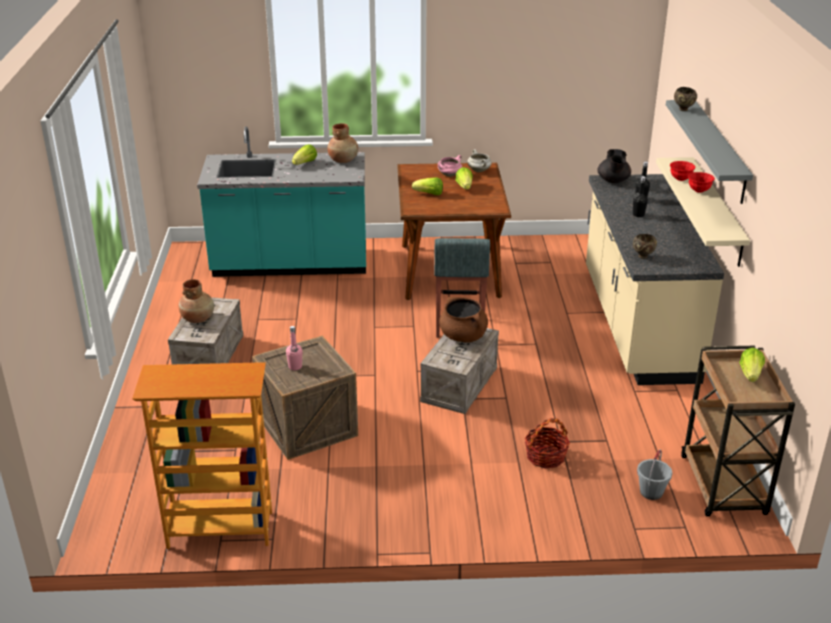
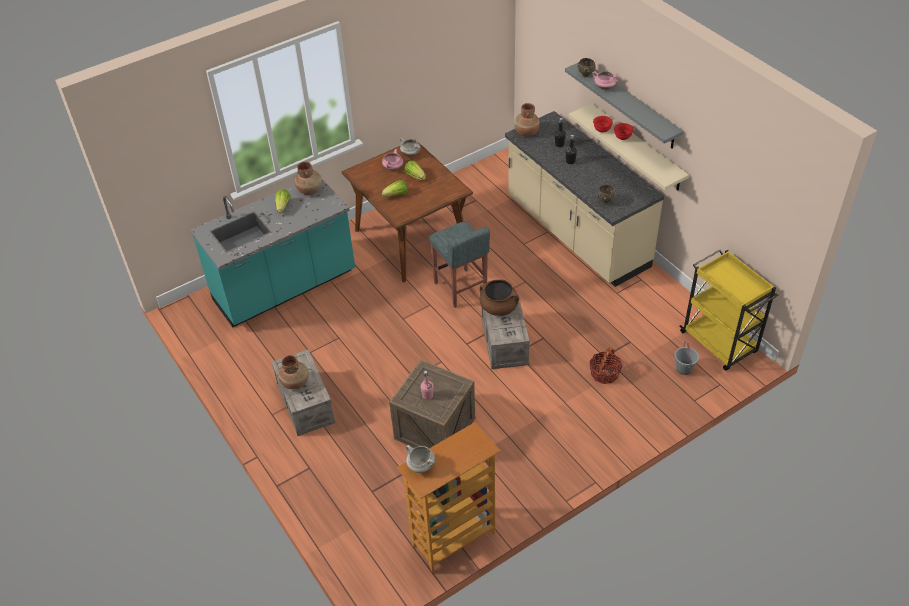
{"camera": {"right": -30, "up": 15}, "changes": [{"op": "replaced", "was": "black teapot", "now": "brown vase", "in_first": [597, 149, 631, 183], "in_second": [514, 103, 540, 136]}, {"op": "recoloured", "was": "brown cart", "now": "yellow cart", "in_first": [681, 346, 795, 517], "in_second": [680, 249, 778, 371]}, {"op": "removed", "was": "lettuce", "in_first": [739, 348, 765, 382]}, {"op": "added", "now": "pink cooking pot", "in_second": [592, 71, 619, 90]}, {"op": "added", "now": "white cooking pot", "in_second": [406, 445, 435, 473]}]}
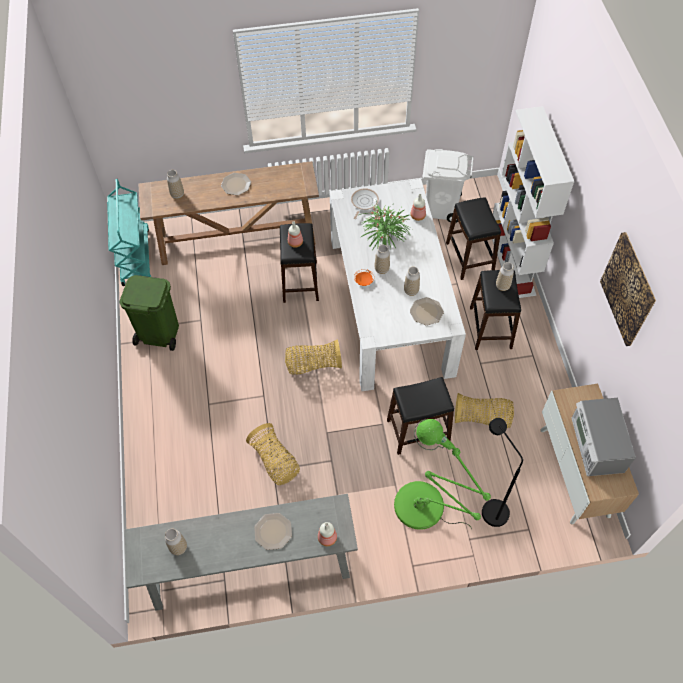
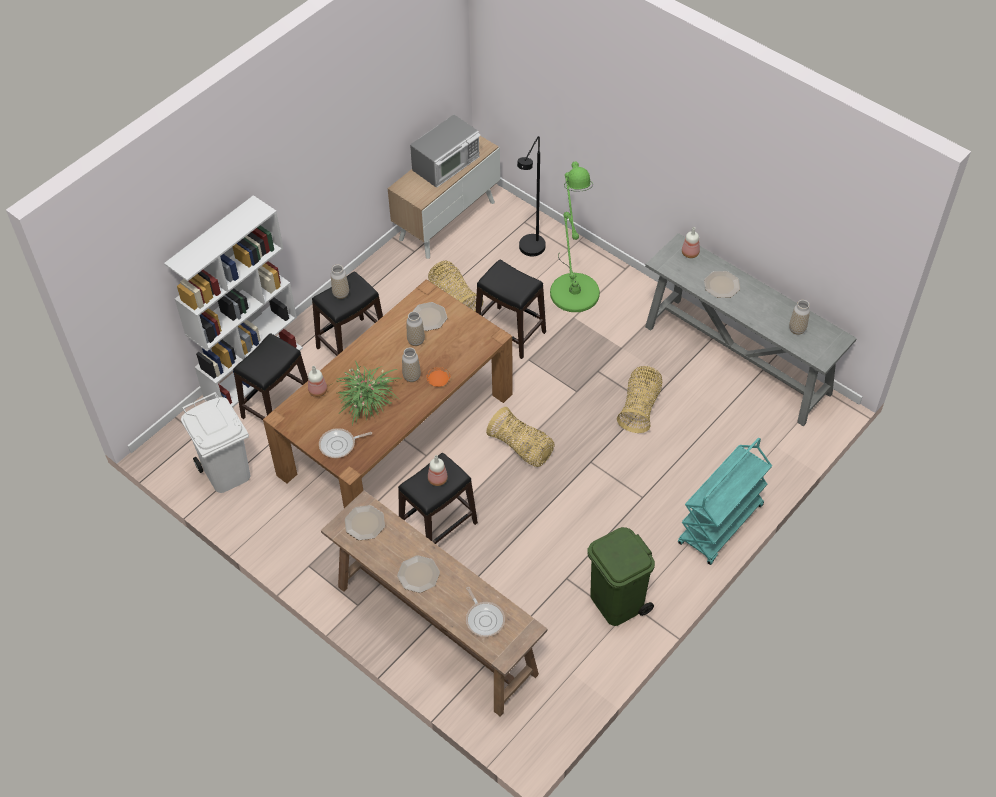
{"camera": {"right": -130, "up": -5}, "changes": [{"op": "replaced", "was": "vase", "now": "frying pan", "in_first": [167, 170, 184, 199], "in_second": [466, 587, 505, 637]}, {"op": "moved", "was": "turquoise cart", "in_first": [107, 179, 151, 286], "in_second": [678, 438, 772, 565]}, {"op": "recoloured", "was": "white dining table", "now": "brown dining table", "in_first": [330, 179, 466, 391], "in_second": [263, 279, 513, 508]}, {"op": "removed", "was": "picture", "in_first": [600, 232, 656, 346]}, {"op": "added", "now": "plate", "in_second": [345, 505, 385, 540]}]}
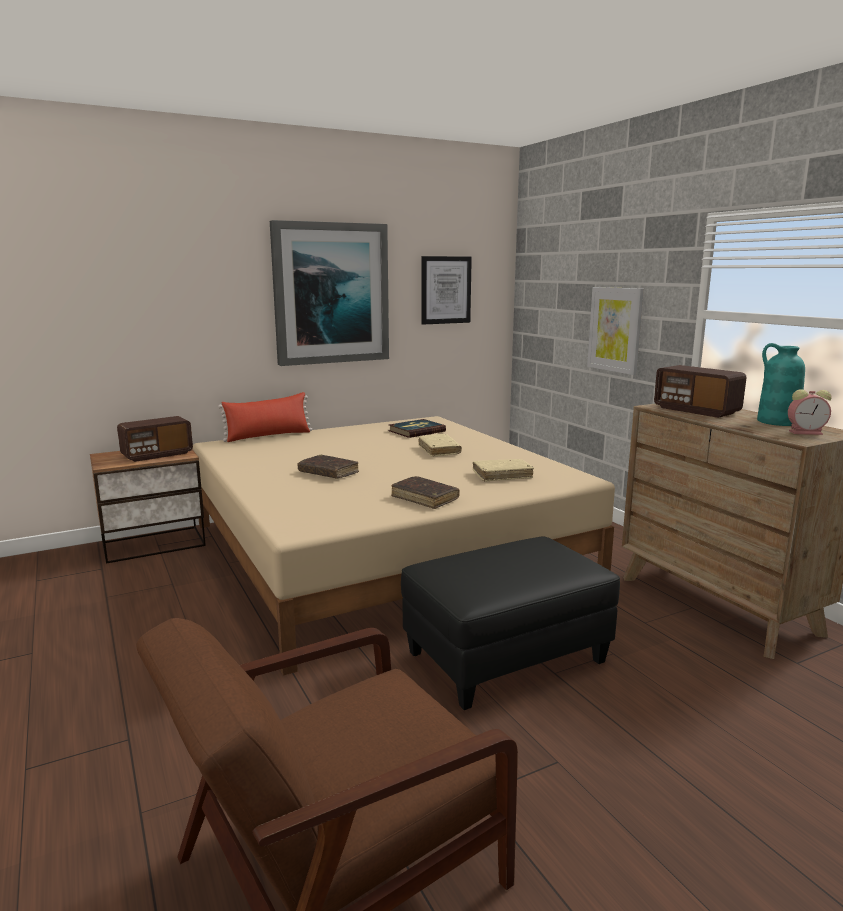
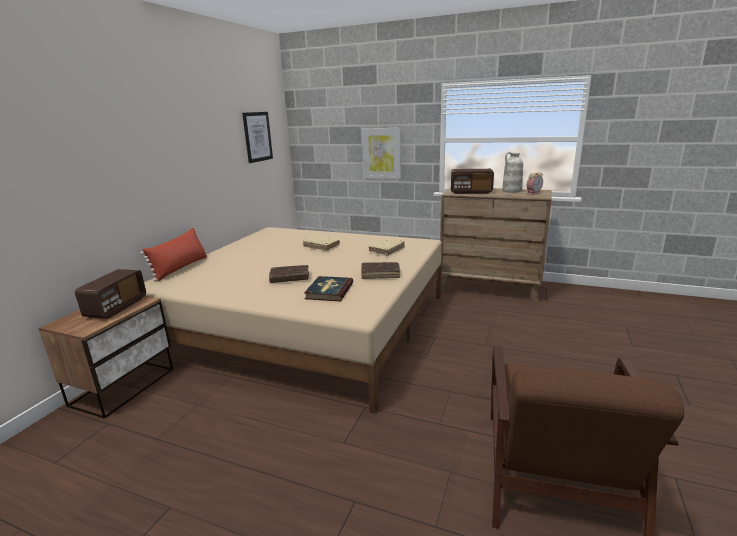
{"camera": {"right": -40, "up": 5}, "changes": [{"op": "removed", "was": "picture", "in_first": [270, 220, 389, 366]}, {"op": "recoloured", "was": "turquoise vase", "now": "white vase", "in_first": [757, 343, 805, 426], "in_second": [502, 152, 523, 193]}, {"op": "moved", "was": "book", "in_first": [388, 419, 446, 438], "in_second": [304, 276, 353, 301]}, {"op": "removed", "was": "black ottoman", "in_first": [401, 537, 620, 710]}]}
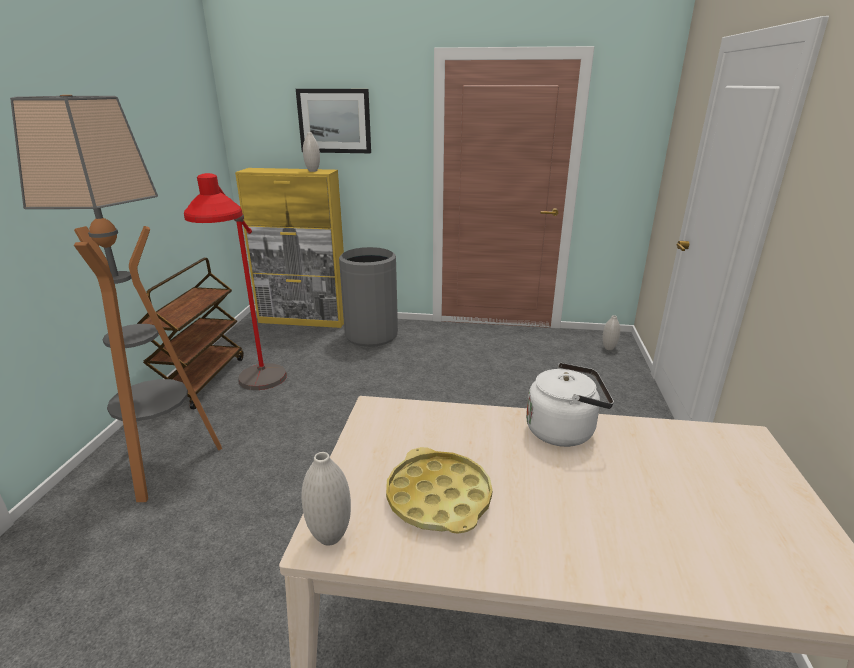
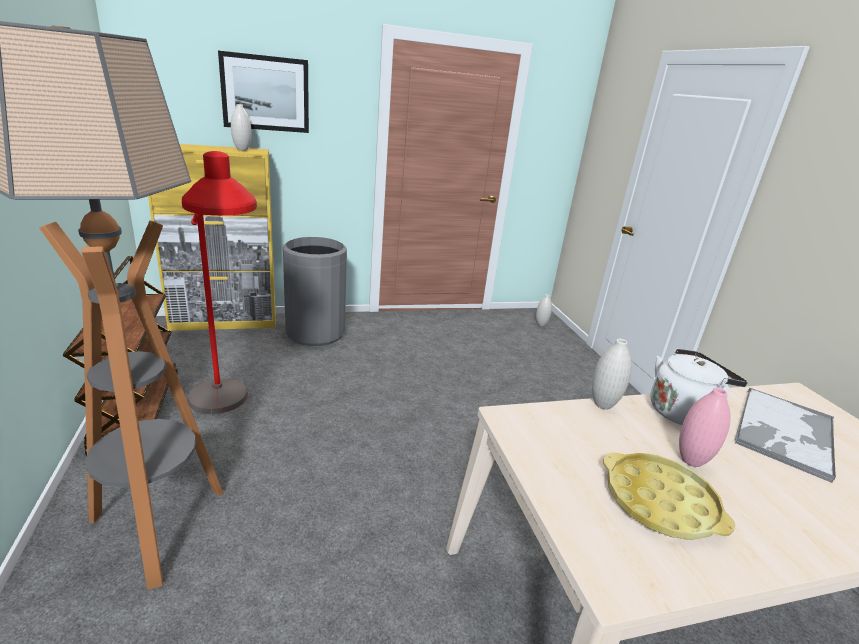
{"camera": {"right": -25, "up": 0}, "changes": [{"op": "moved", "was": "white vase", "in_first": [301, 452, 351, 546], "in_second": [592, 339, 632, 410]}, {"op": "added", "now": "pink vase", "in_second": [679, 388, 731, 467]}, {"op": "added", "now": "tray", "in_second": [735, 388, 836, 483]}]}
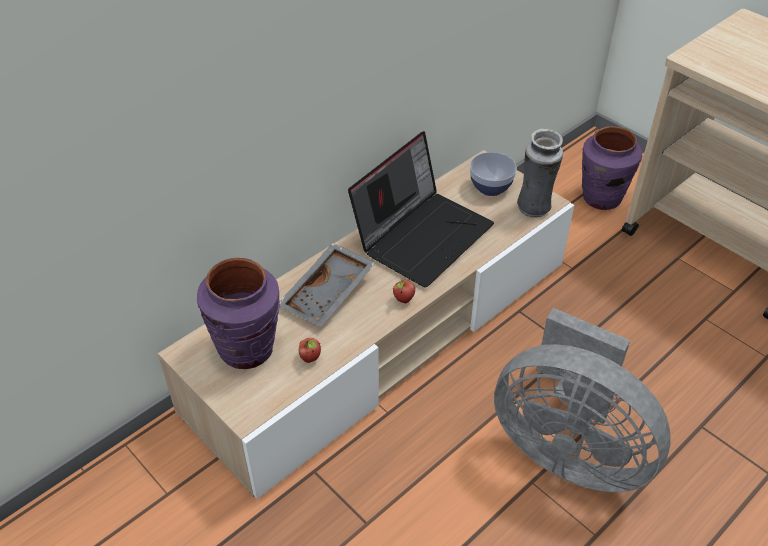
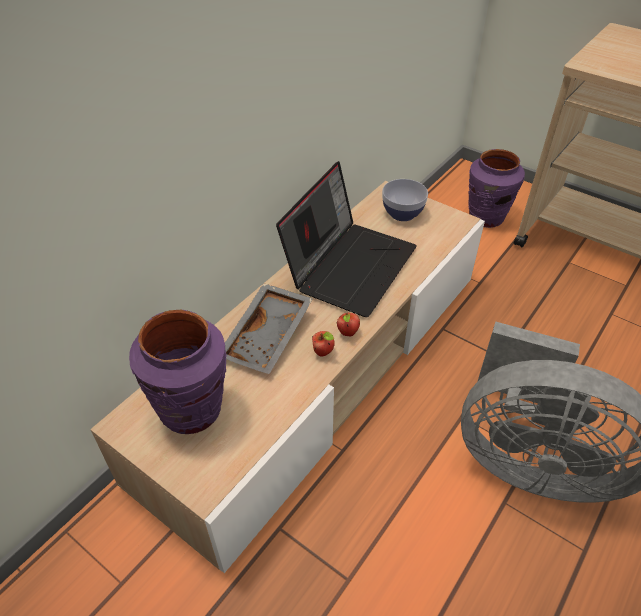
{"camera": {"right": -10, "up": 0}, "changes": [{"op": "removed", "was": "vase", "in_first": [517, 129, 563, 218]}, {"op": "moved", "was": "apple", "in_first": [299, 338, 321, 363], "in_second": [312, 331, 335, 357]}]}
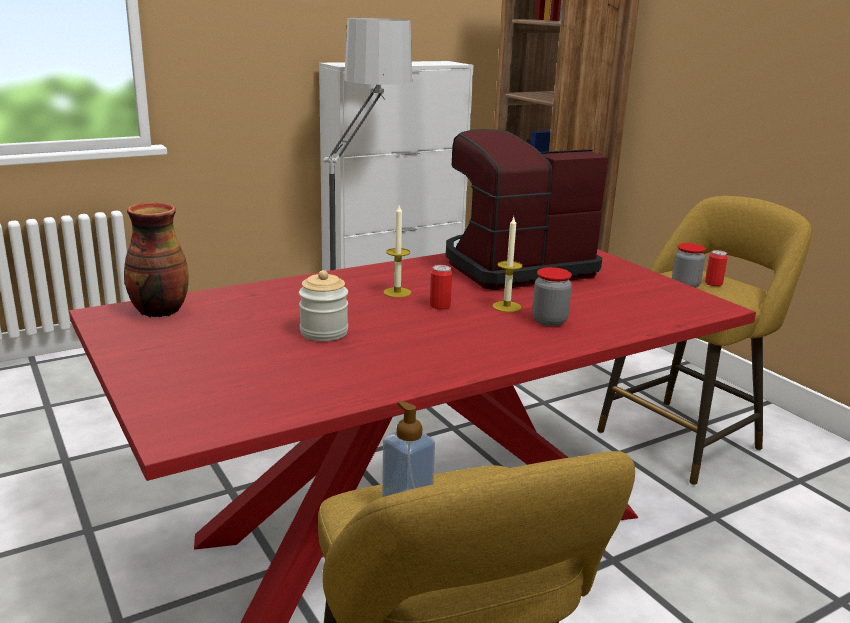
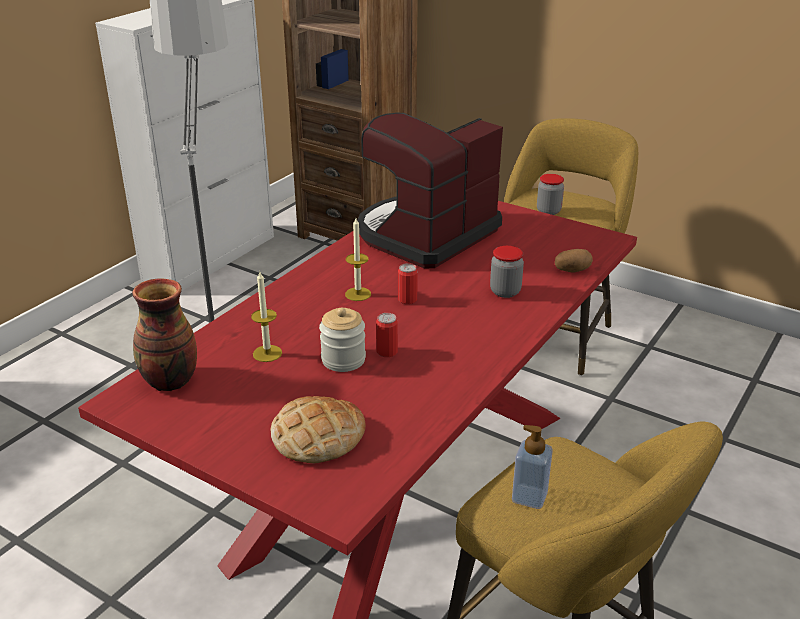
{"camera": {"right": -25, "up": 10}, "changes": [{"op": "moved", "was": "candle", "in_first": [492, 217, 523, 312], "in_second": [251, 272, 282, 362]}, {"op": "moved", "was": "can", "in_first": [705, 250, 728, 286], "in_second": [376, 313, 398, 357]}, {"op": "added", "now": "potato", "in_second": [555, 249, 593, 272]}, {"op": "added", "now": "bread", "in_second": [270, 396, 365, 463]}]}
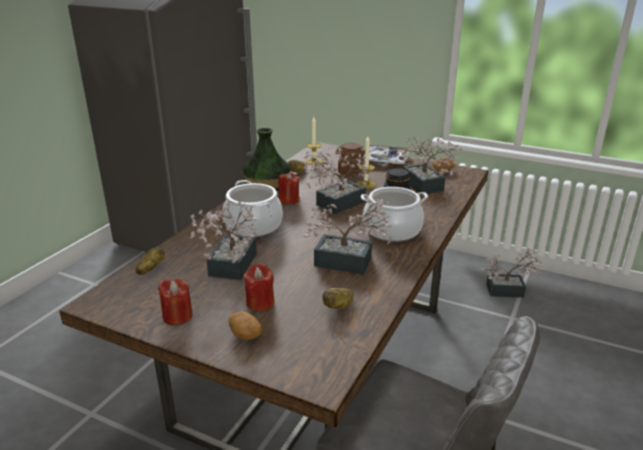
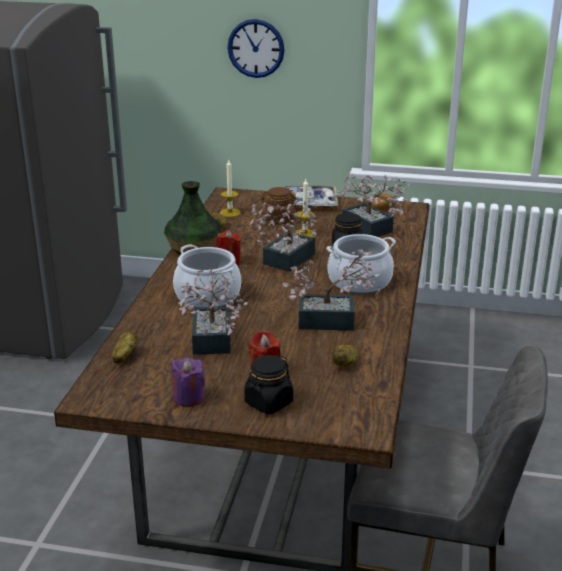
{"camera": {"right": -15, "up": 0}, "changes": [{"op": "removed", "was": "potted plant", "in_first": [481, 248, 544, 298]}, {"op": "recoloured", "was": "red candle", "now": "purple candle", "in_first": [158, 279, 193, 325], "in_second": [172, 357, 205, 406]}, {"op": "replaced", "was": "potato", "now": "black jar", "in_first": [228, 311, 263, 340], "in_second": [244, 355, 293, 414]}, {"op": "added", "now": "wall clock", "in_second": [227, 19, 285, 78]}]}
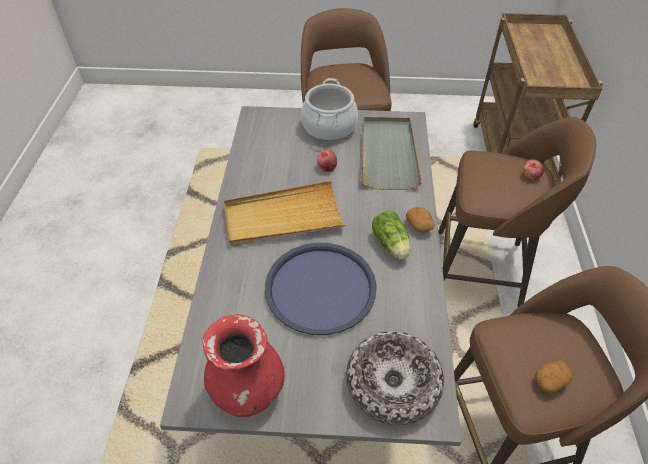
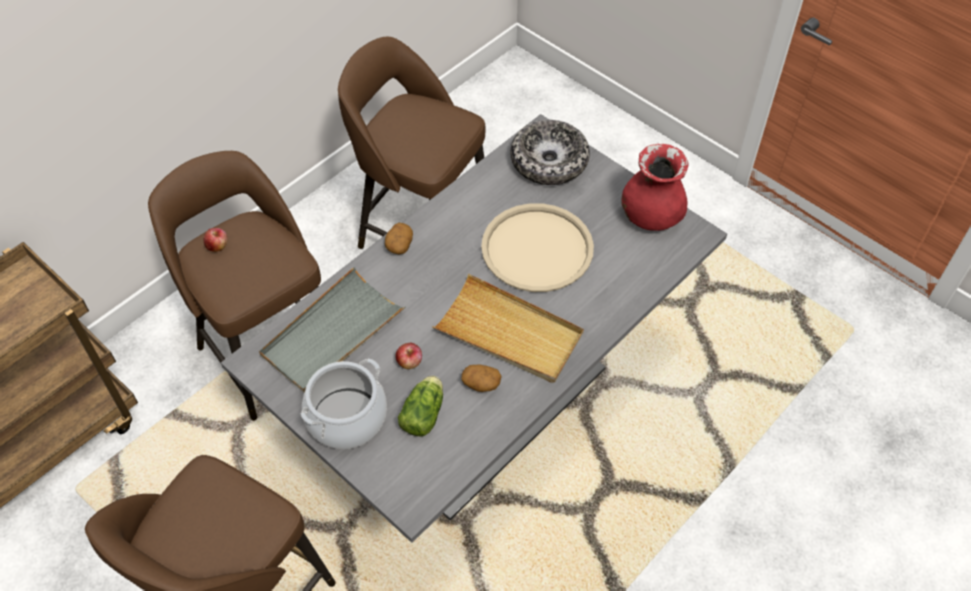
{"camera": {"right": -140, "up": 5}, "changes": [{"op": "moved", "was": "lettuce", "in_first": [372, 210, 410, 259], "in_second": [398, 376, 443, 436]}, {"op": "recoloured", "was": "blue tray", "now": "beige tray", "in_first": [265, 243, 377, 335], "in_second": [481, 203, 594, 292]}, {"op": "moved", "was": "potato", "in_first": [535, 360, 572, 394], "in_second": [461, 365, 502, 392]}]}
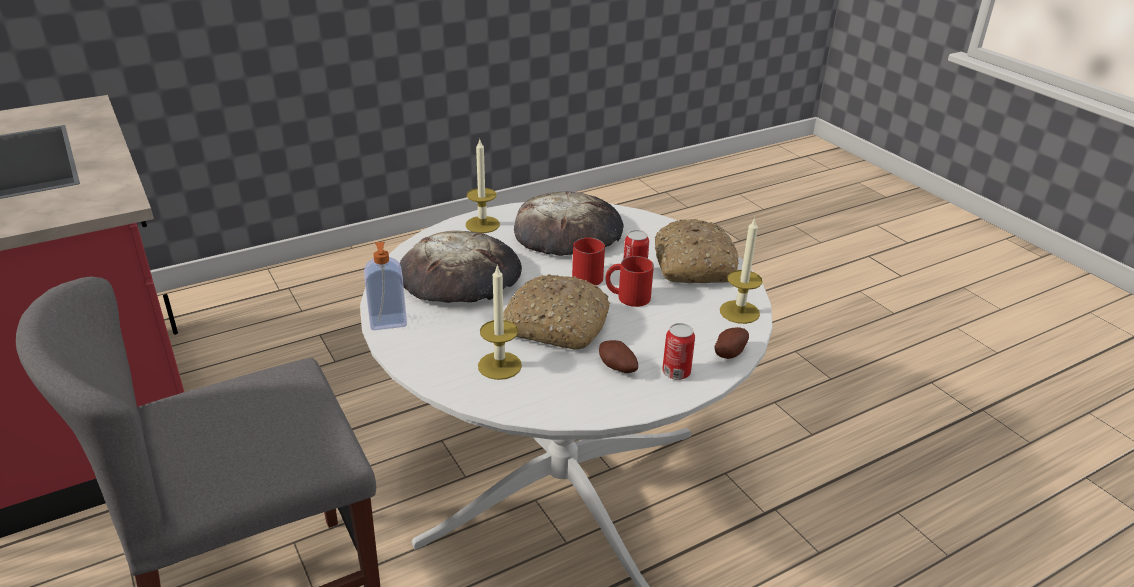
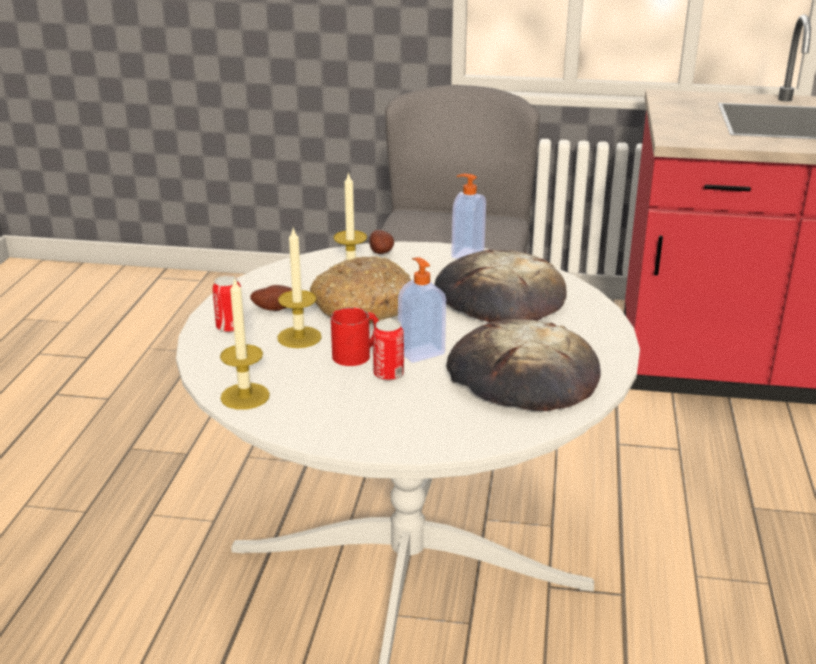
{"camera": {"right": 130, "up": -5}, "changes": [{"op": "moved", "was": "candle", "in_first": [466, 140, 500, 233], "in_second": [277, 228, 322, 348]}, {"op": "removed", "was": "bread", "in_first": [655, 219, 739, 283]}, {"op": "replaced", "was": "red mug", "now": "soap dispenser", "in_first": [572, 238, 605, 285], "in_second": [398, 257, 446, 363]}, {"op": "moved", "was": "potato", "in_first": [714, 327, 749, 359], "in_second": [369, 230, 394, 254]}]}
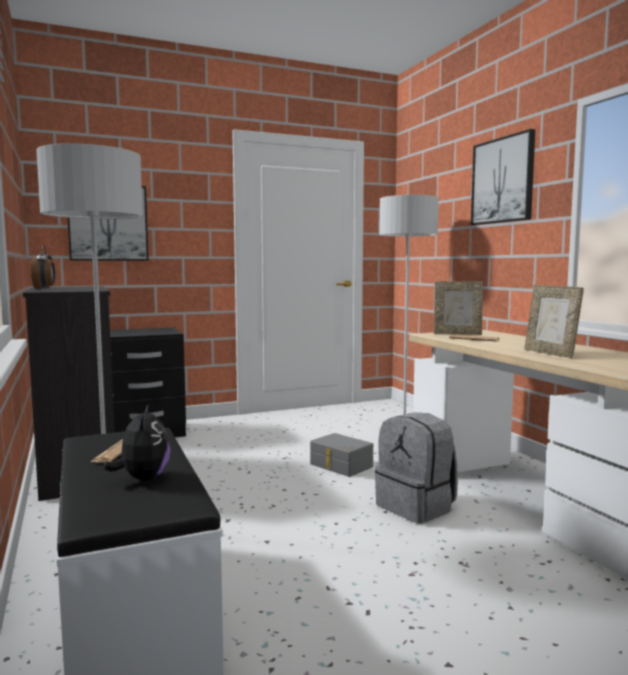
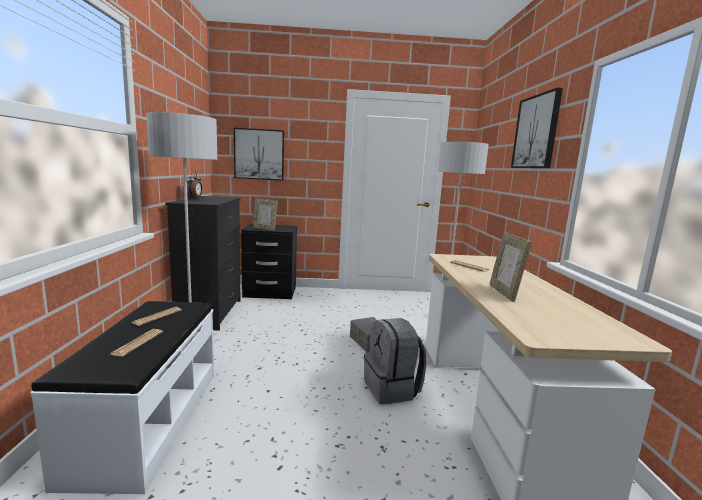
{"camera": {"right": 20, "up": 5}, "changes": [{"op": "moved", "was": "picture frame", "in_first": [434, 281, 483, 335], "in_second": [253, 198, 278, 231]}, {"op": "replaced", "was": "plush toy", "now": "newspaper", "in_first": [103, 404, 170, 481], "in_second": [111, 329, 163, 357]}]}
